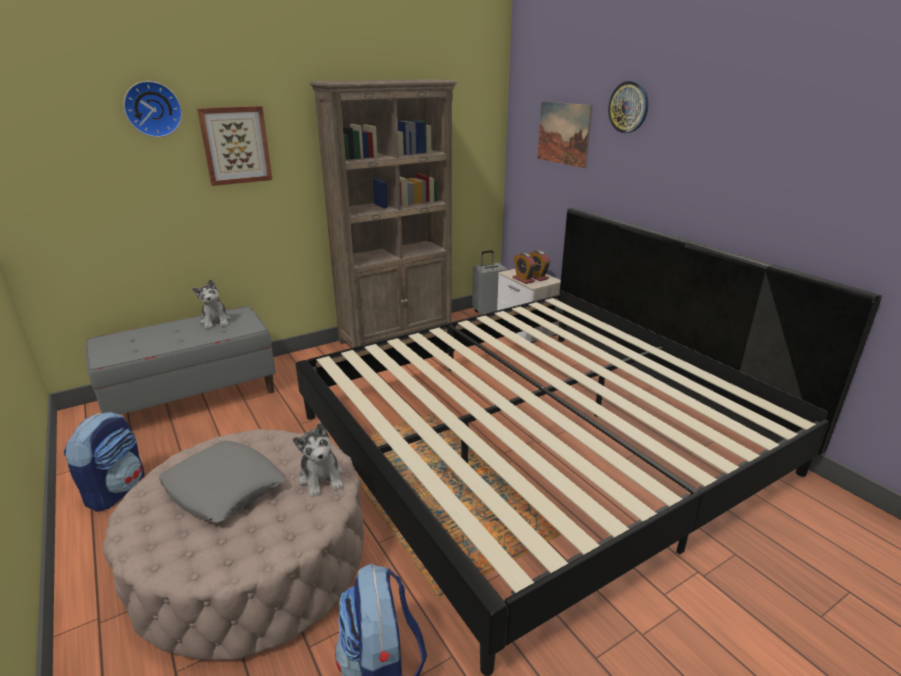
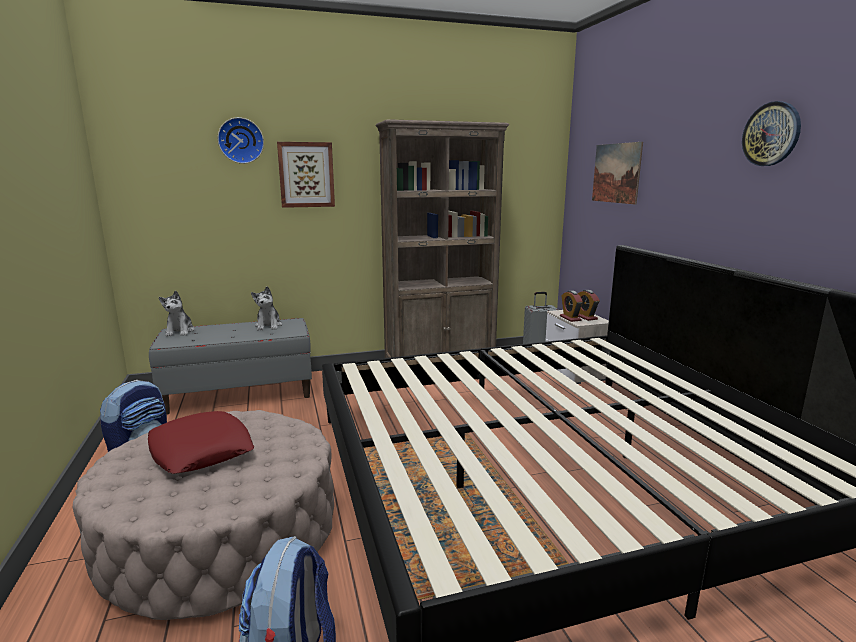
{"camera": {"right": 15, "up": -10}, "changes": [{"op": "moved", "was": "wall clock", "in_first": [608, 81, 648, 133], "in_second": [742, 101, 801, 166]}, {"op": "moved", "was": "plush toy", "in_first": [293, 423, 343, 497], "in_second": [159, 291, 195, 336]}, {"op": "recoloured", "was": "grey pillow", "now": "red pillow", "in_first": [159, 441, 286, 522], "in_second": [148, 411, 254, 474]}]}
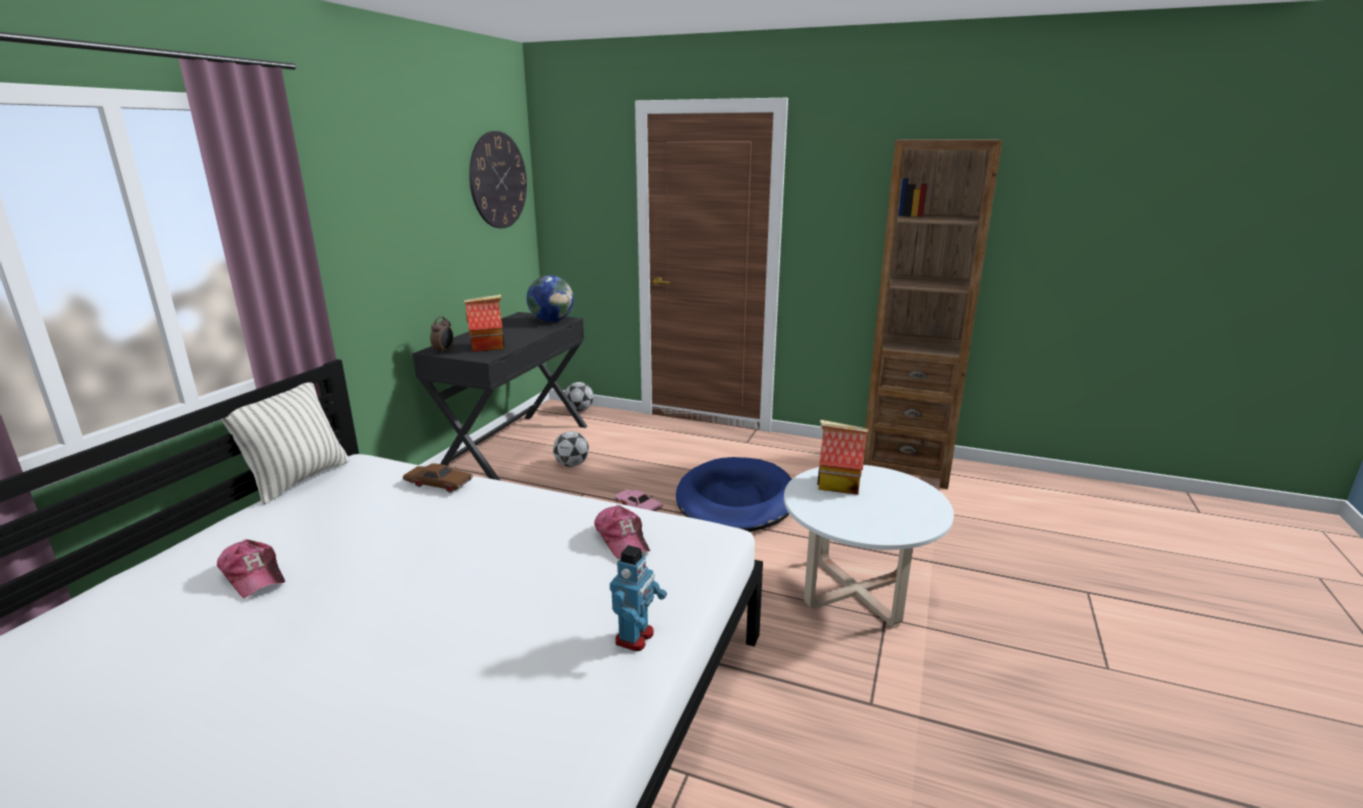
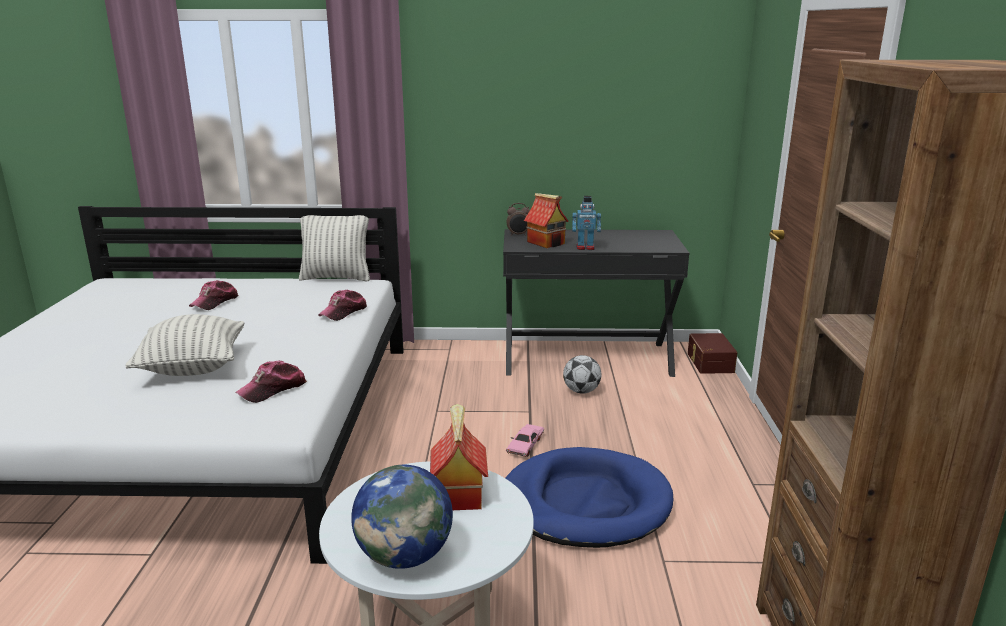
{"camera": {"right": 70, "up": 0}, "changes": [{"op": "removed", "was": "wall clock", "in_first": [469, 131, 527, 228]}, {"op": "moved", "was": "globe", "in_first": [527, 275, 574, 322], "in_second": [351, 465, 453, 569]}, {"op": "replaced", "was": "football", "now": "brown storage box", "in_first": [565, 382, 594, 411], "in_second": [688, 333, 737, 374]}, {"op": "replaced", "was": "brown toy car", "now": "cap", "in_first": [403, 463, 473, 493], "in_second": [318, 290, 367, 321]}, {"op": "moved", "was": "toy robot", "in_first": [610, 545, 667, 651], "in_second": [572, 196, 601, 250]}, {"op": "added", "now": "pillow", "in_second": [126, 314, 244, 376]}]}
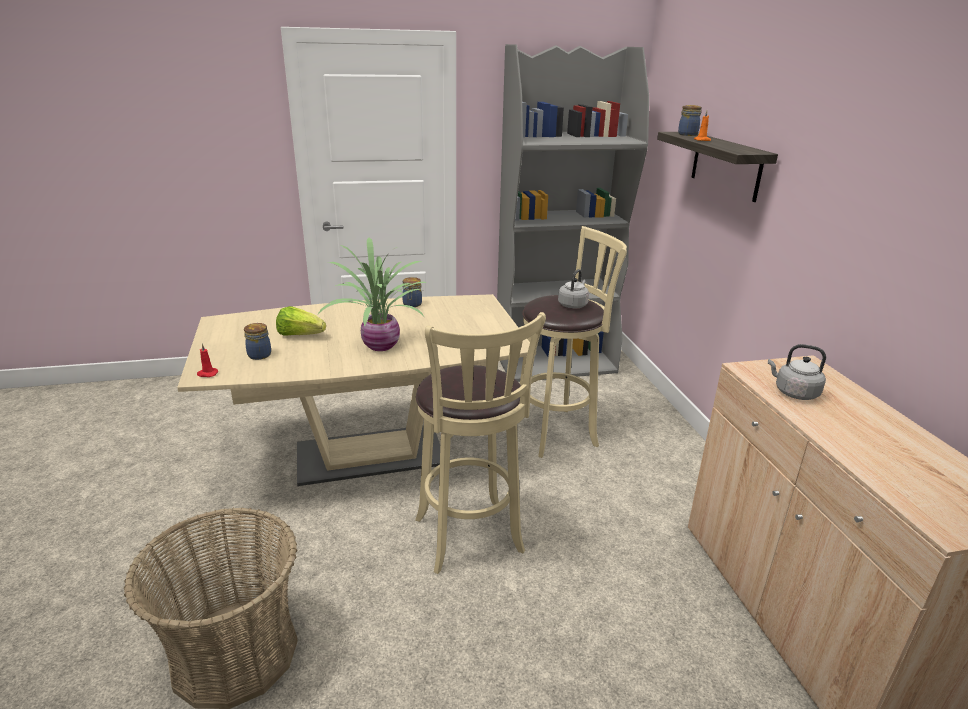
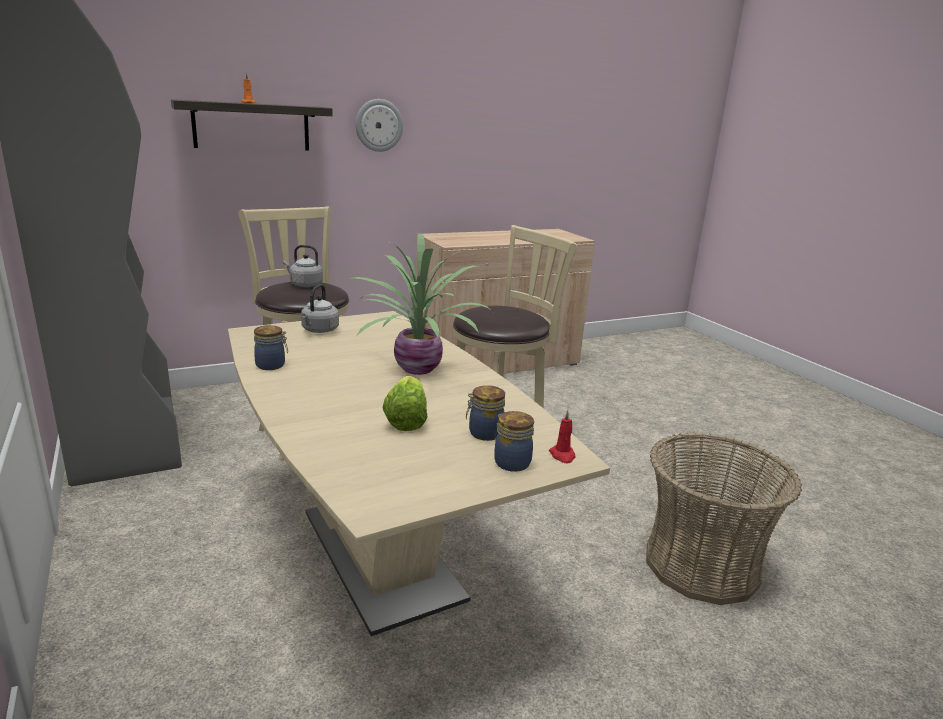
{"camera": {"right": -105, "up": -5}, "changes": [{"op": "moved", "was": "jar", "in_first": [678, 105, 702, 136], "in_second": [494, 411, 534, 472]}, {"op": "moved", "was": "grey kettle", "in_first": [768, 344, 826, 400], "in_second": [301, 284, 339, 333]}, {"op": "added", "now": "wall clock", "in_second": [355, 99, 403, 152]}]}
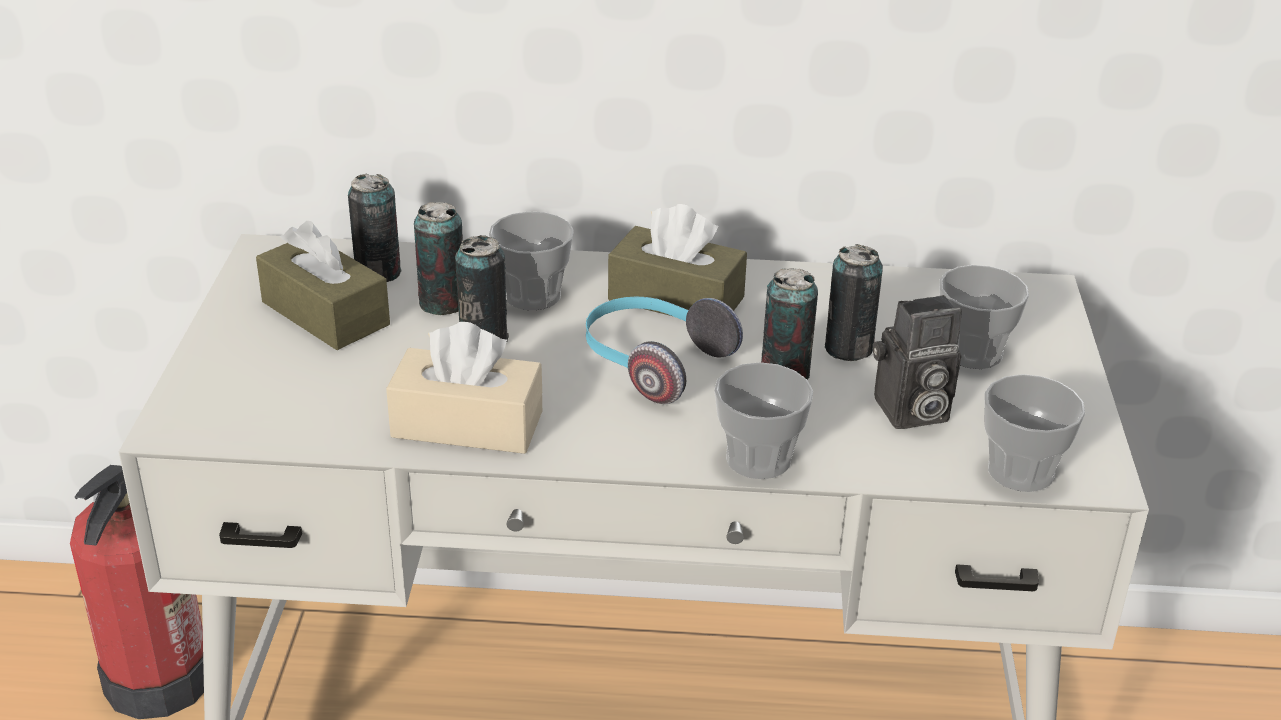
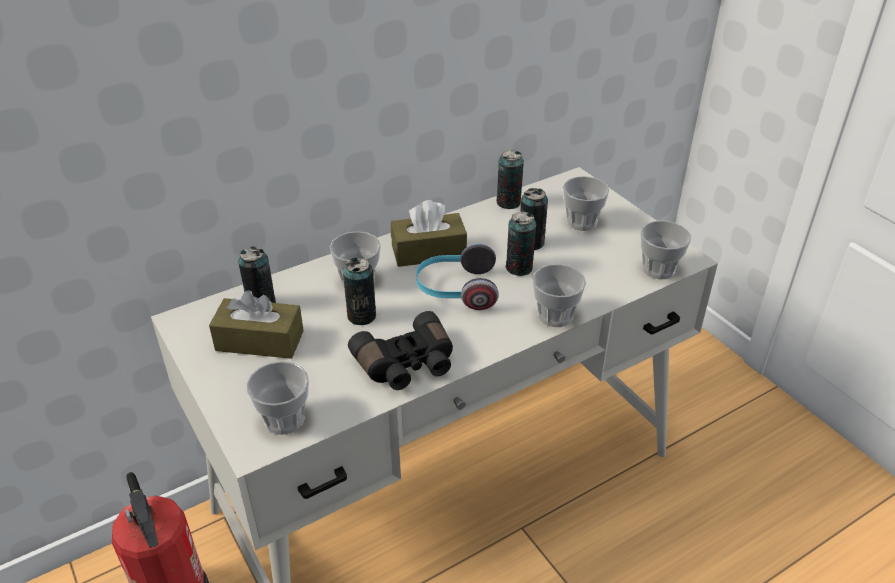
{"camera": {"right": -35, "up": 5}, "changes": [{"op": "moved", "was": "can", "in_first": [414, 202, 463, 315], "in_second": [496, 150, 524, 209]}, {"op": "removed", "was": "photo camera", "in_first": [873, 295, 962, 429]}, {"op": "replaced", "was": "beige tissue box", "now": "black binoculars", "in_first": [386, 322, 542, 454], "in_second": [348, 311, 453, 390]}, {"op": "added", "now": "cup", "in_second": [247, 361, 309, 435]}]}
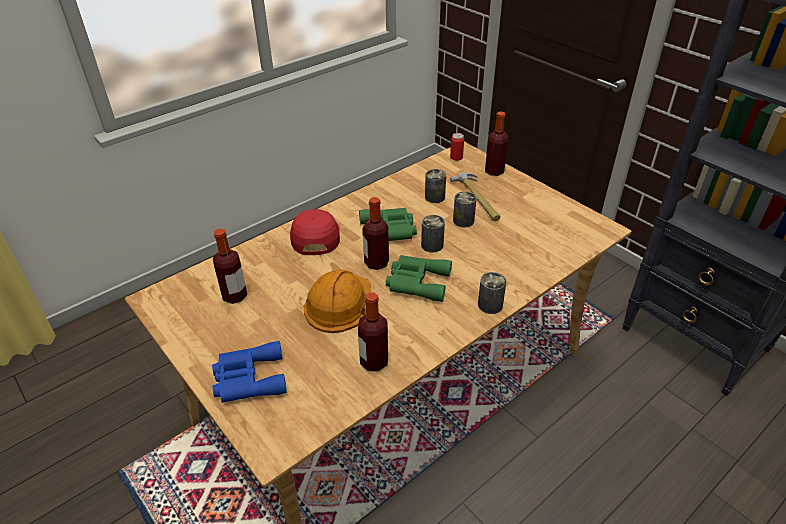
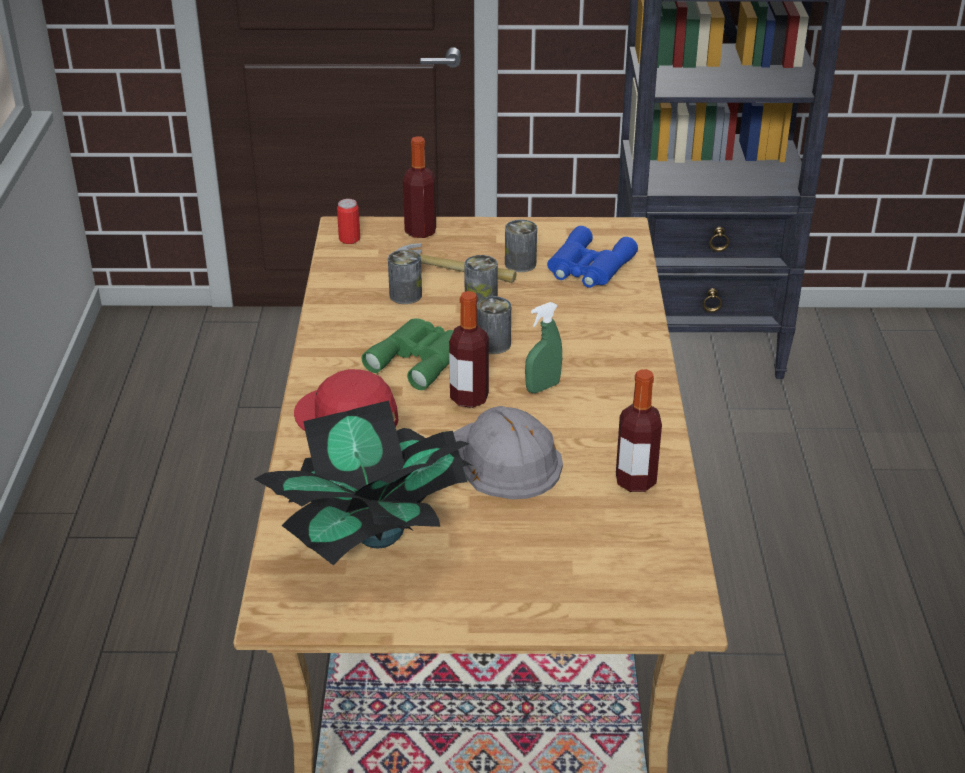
{"camera": {"right": -50, "up": -5}, "changes": [{"op": "replaced", "was": "bottle", "now": "potted plant", "in_first": [213, 229, 248, 304], "in_second": [255, 400, 473, 565]}, {"op": "replaced", "was": "green binoculars", "now": "green spray bottle", "in_first": [386, 255, 452, 302], "in_second": [525, 302, 562, 393]}, {"op": "recoloured", "was": "orange hard hat", "now": "grey hard hat", "in_first": [304, 269, 371, 333], "in_second": [453, 406, 563, 499]}, {"op": "moved", "was": "can", "in_first": [478, 272, 507, 314], "in_second": [505, 220, 537, 272]}, {"op": "moved", "was": "blue binoculars", "in_first": [212, 341, 287, 403], "in_second": [547, 226, 638, 288]}]}
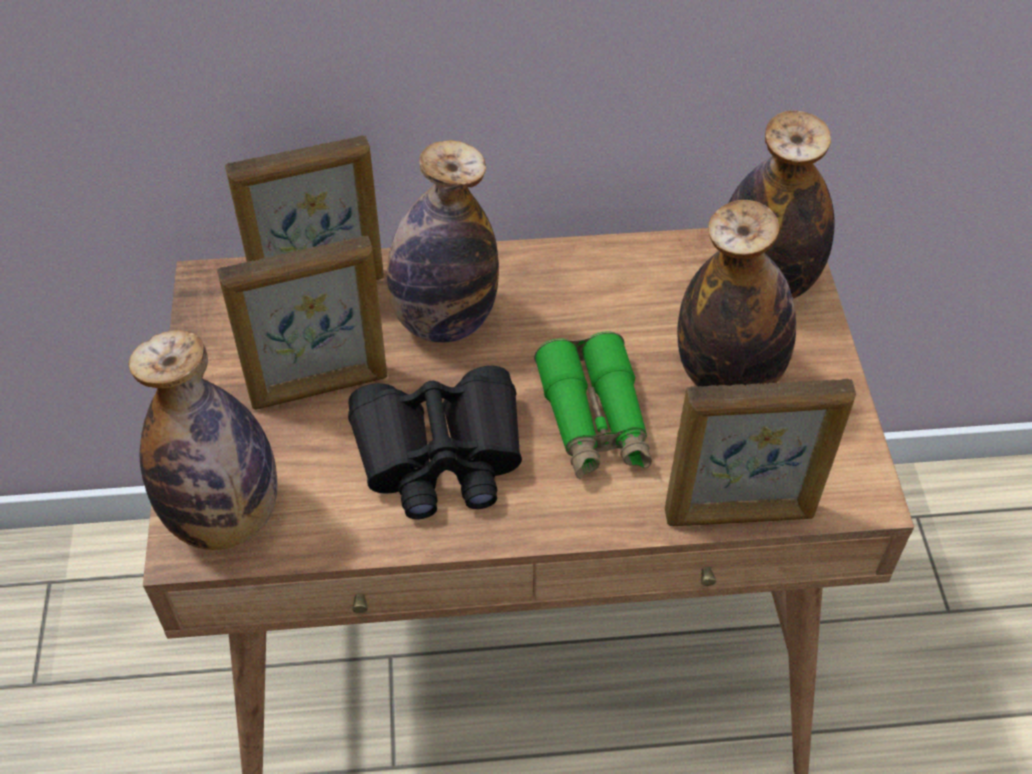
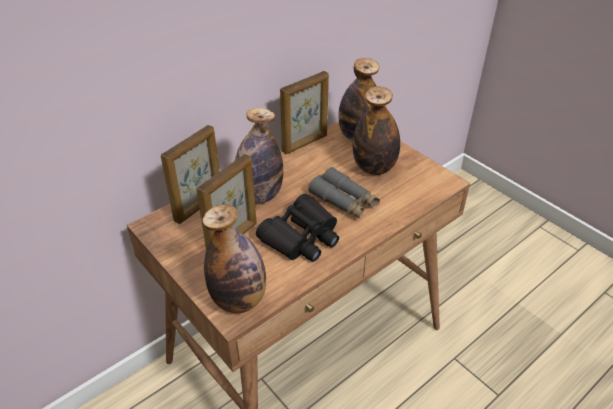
{"camera": {"right": -35, "up": -10}, "changes": [{"op": "recoloured", "was": "green binoculars", "now": "grey binoculars", "in_first": [534, 331, 652, 479], "in_second": [308, 167, 380, 219]}, {"op": "moved", "was": "picture frame", "in_first": [665, 379, 856, 526], "in_second": [280, 71, 329, 154]}]}
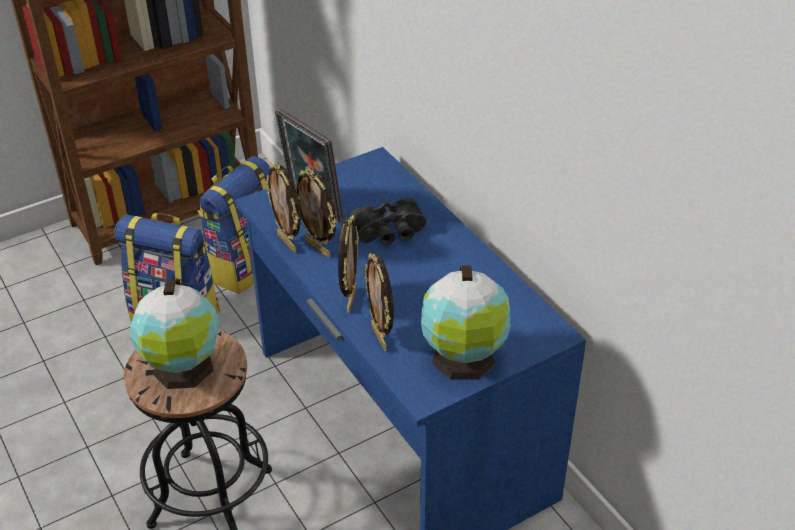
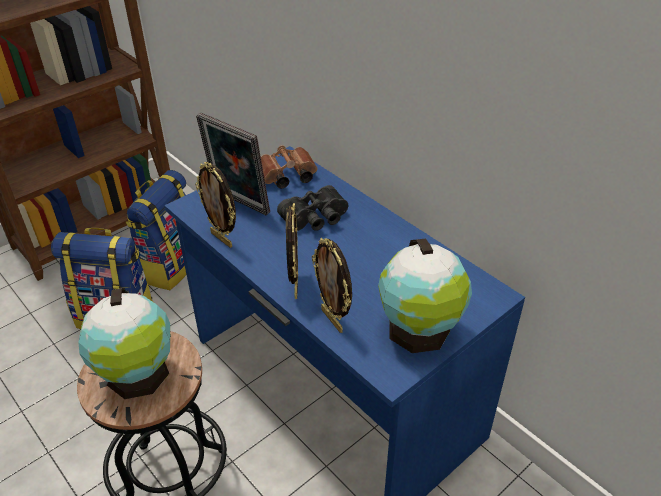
{"camera": {"right": -10, "up": 0}, "changes": [{"op": "removed", "was": "picture frame", "in_first": [295, 169, 337, 257]}, {"op": "added", "now": "brown binoculars", "in_second": [261, 145, 317, 189]}]}
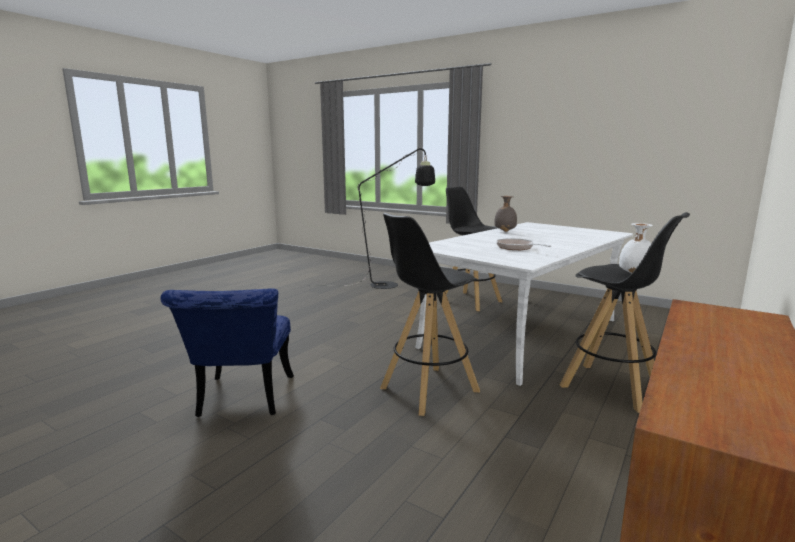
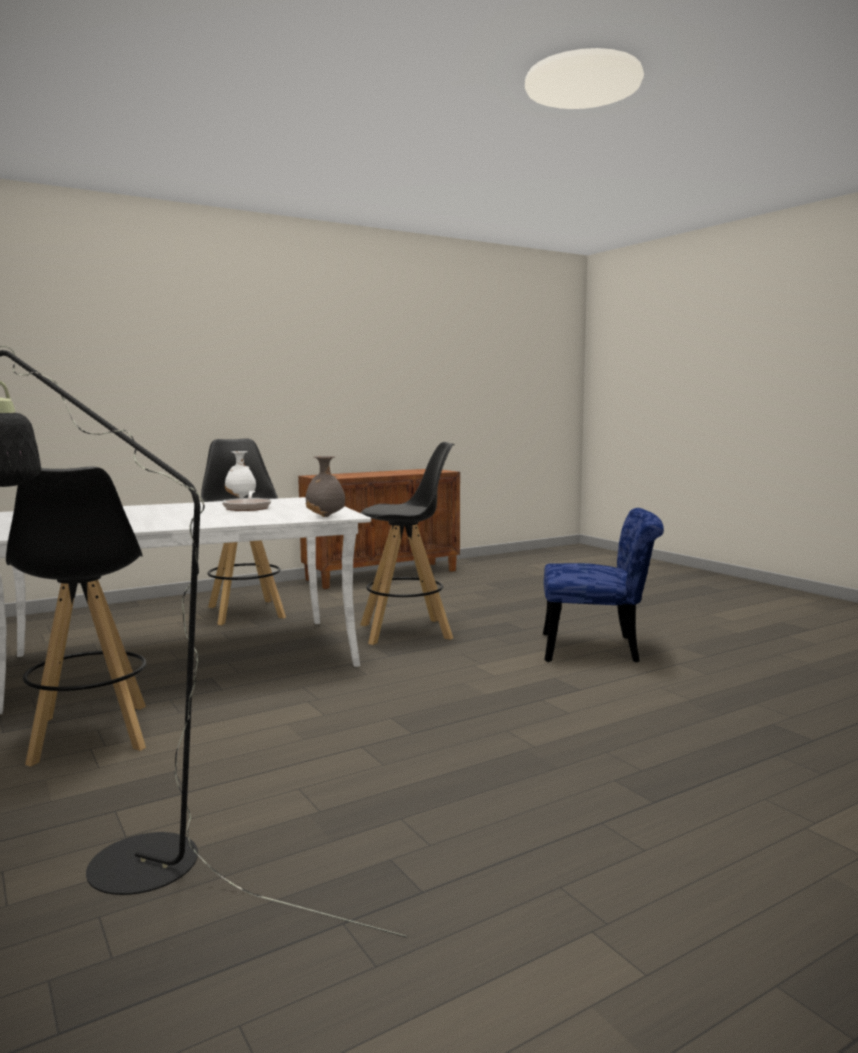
{"camera": {"right": -155, "up": -5}, "changes": [{"op": "moved", "was": "grey vase", "in_first": [494, 196, 517, 232], "in_second": [305, 456, 345, 517]}, {"op": "turned", "was": "blue chair", "in_first": [160, 288, 294, 417], "in_second": [543, 508, 664, 662], "clockwise": 75}]}
